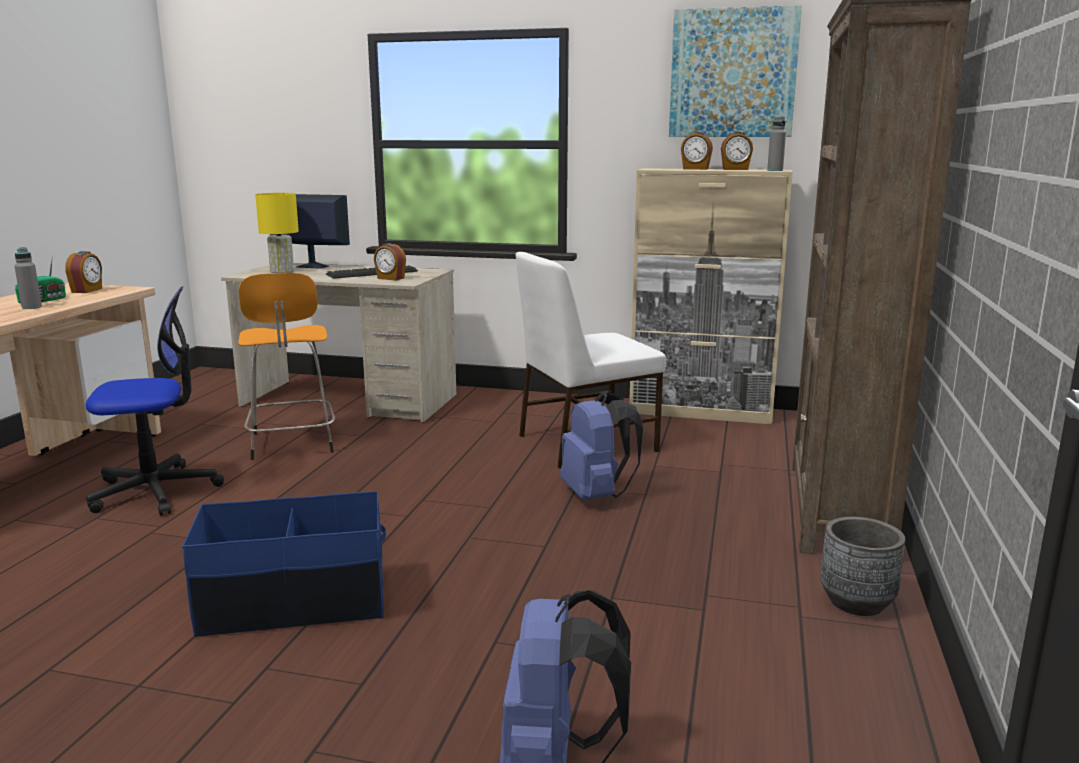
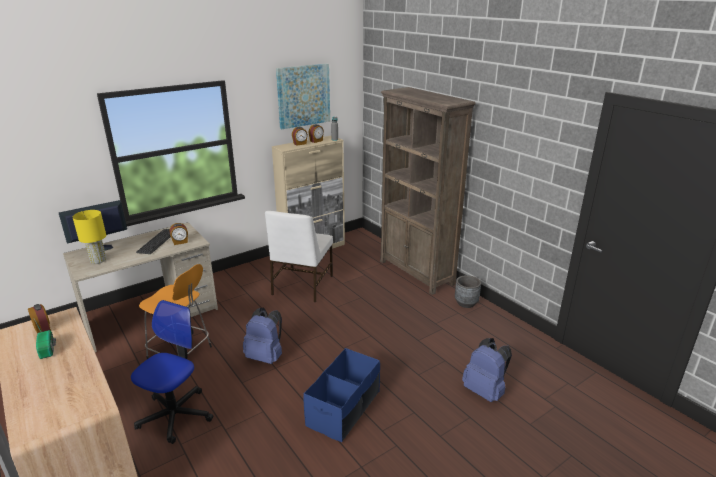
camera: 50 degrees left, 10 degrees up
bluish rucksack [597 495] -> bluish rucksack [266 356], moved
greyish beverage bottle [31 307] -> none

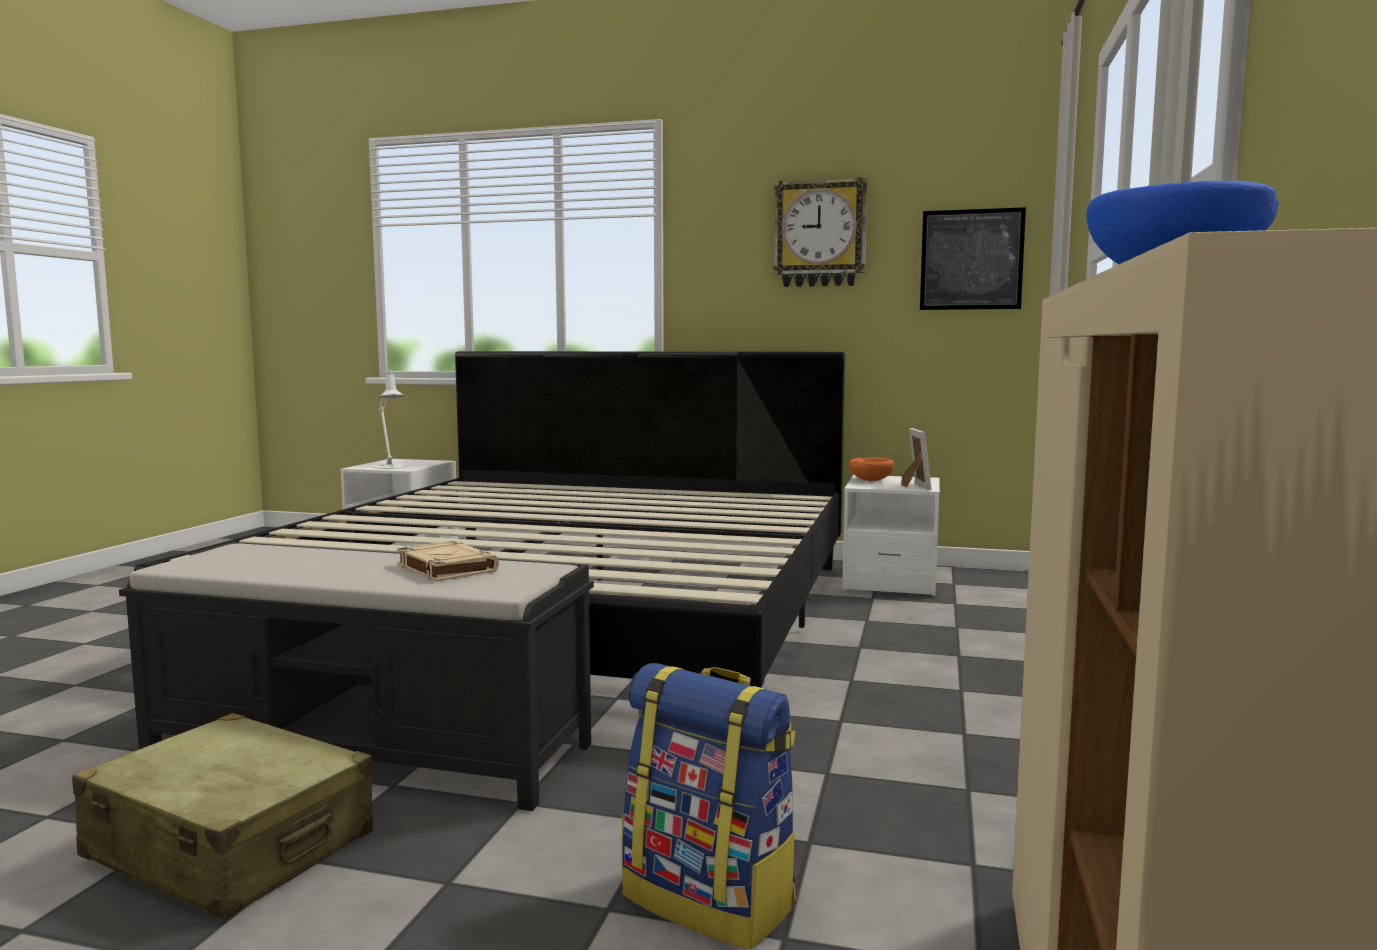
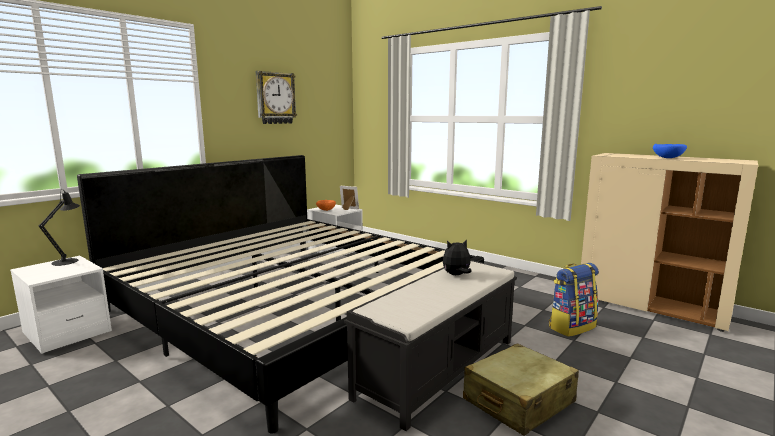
camera: 65 degrees left, 5 degrees up
none -> blackish lamp for a table [68 261]
beige book [445 568] -> cuddly toy [456 275]
whitish lamp for a table [391 467] -> none
wall picture [971 259] -> none

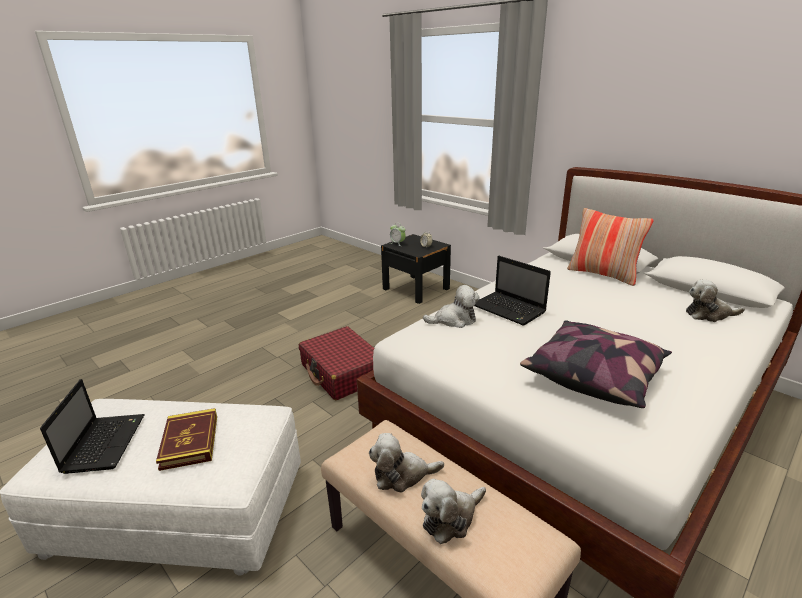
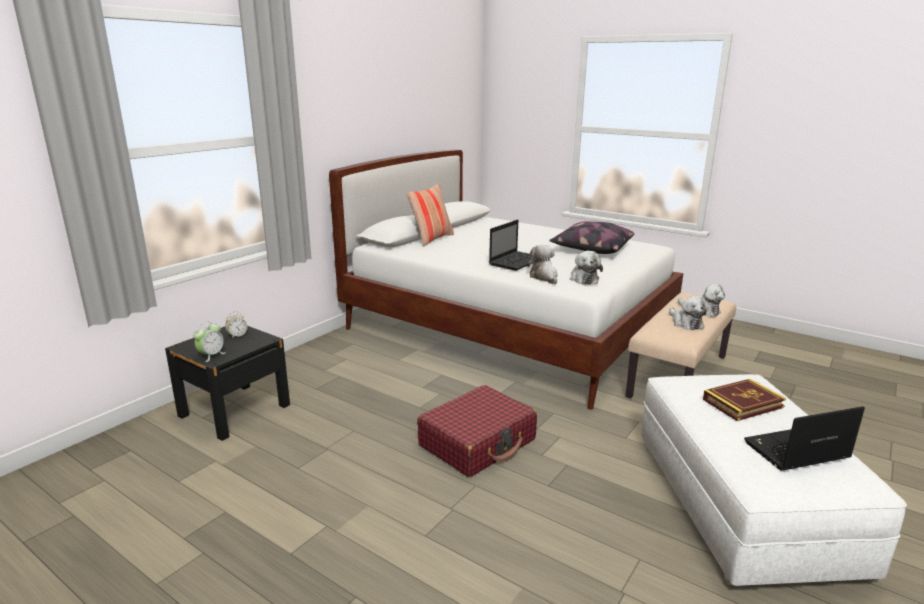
camera: 100 degrees left, 5 degrees down
cuddly toy [709 314] -> cuddly toy [583 279], moved

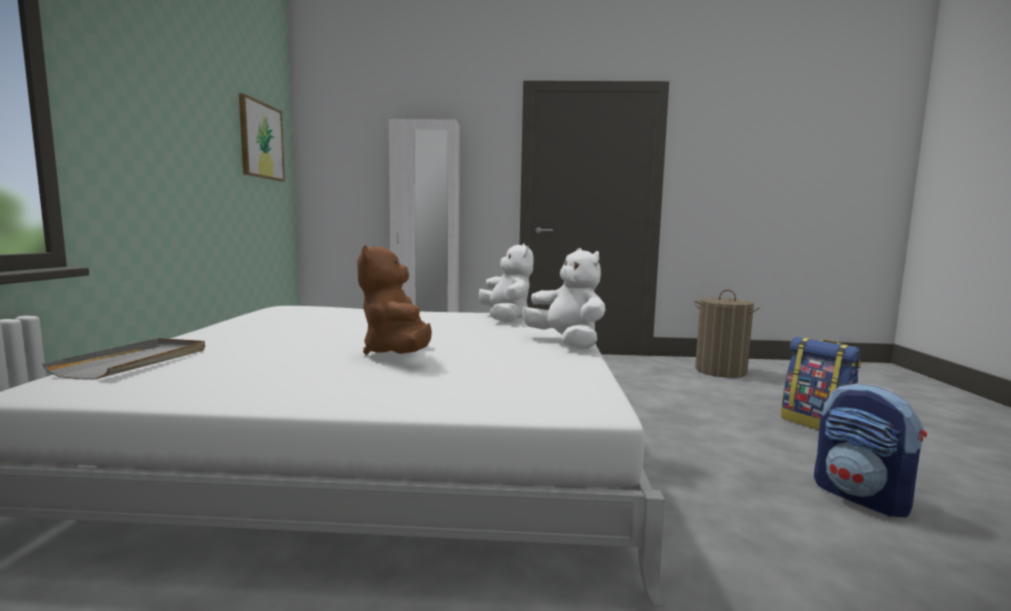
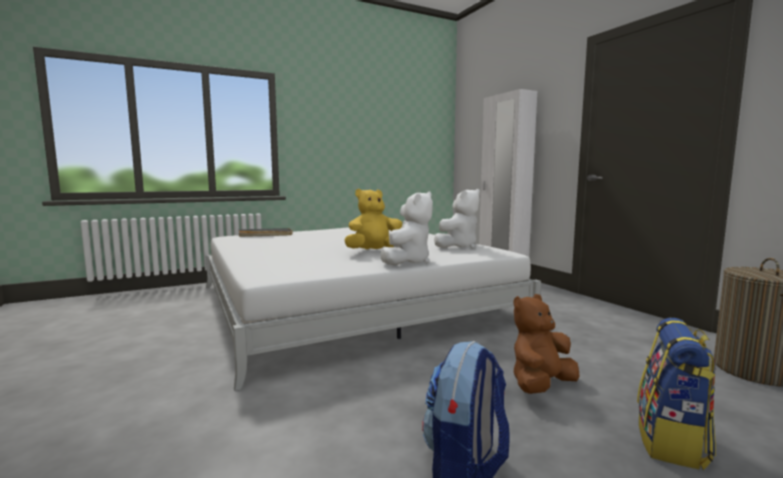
camera: 60 degrees right, 0 degrees up
none -> yellow cuddly toy [374 252]
brown-coloured cuddly toy [398 354] -> brown-coloured cuddly toy [540 385], moved
wall picture [261 140] -> none

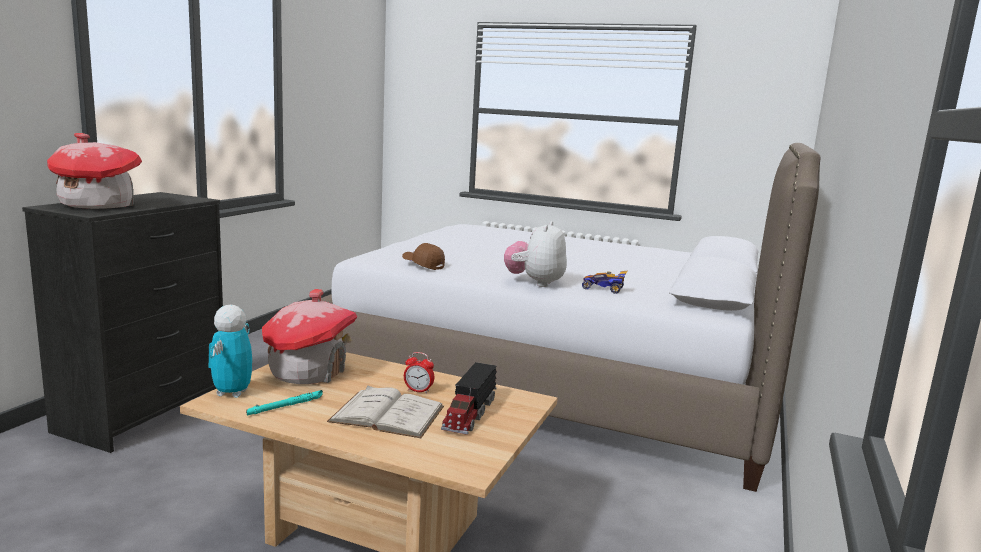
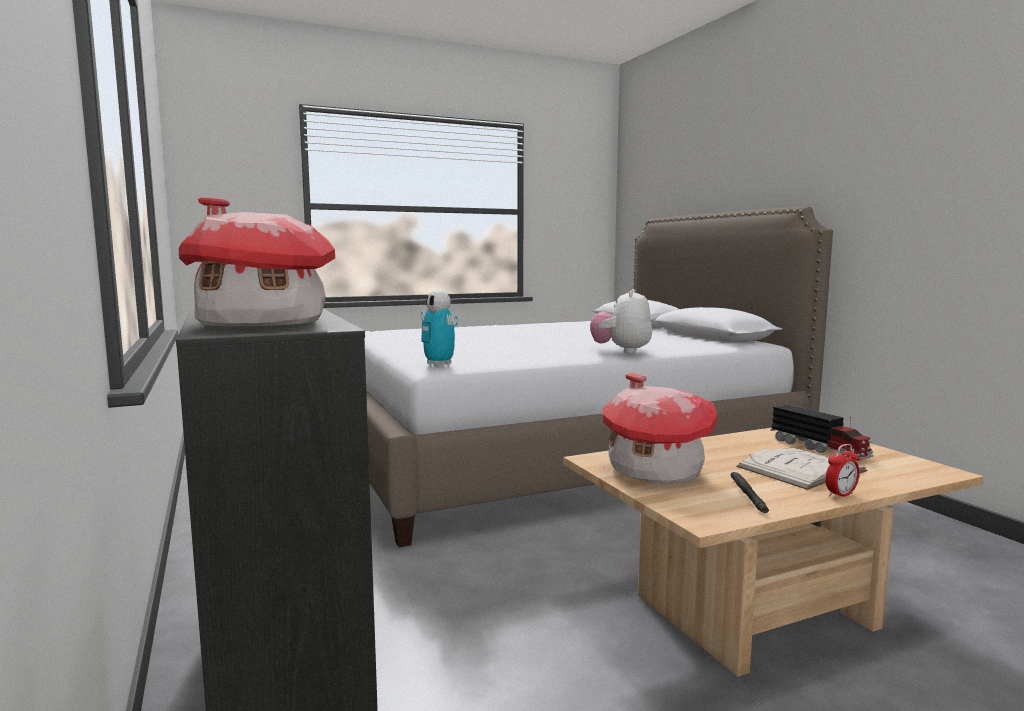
camera: 45 degrees left, 5 degrees down
robot figure [232 393] -> robot figure [439 364], moved
cuddly toy [535 283] -> cuddly toy [621 351], 45 degrees clockwise
turquoise-coloured flashlight [286 406] -> blackish flashlight [748 496]
alarm clock [418 391] -> alarm clock [841 495], moved
brown-coloured cap [423 265] -> none
miniature car [604 289] -> none

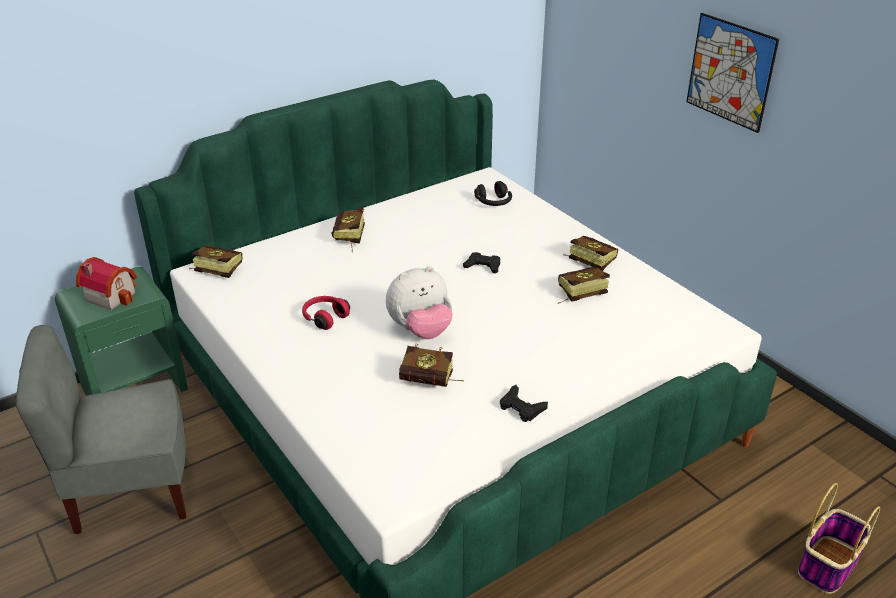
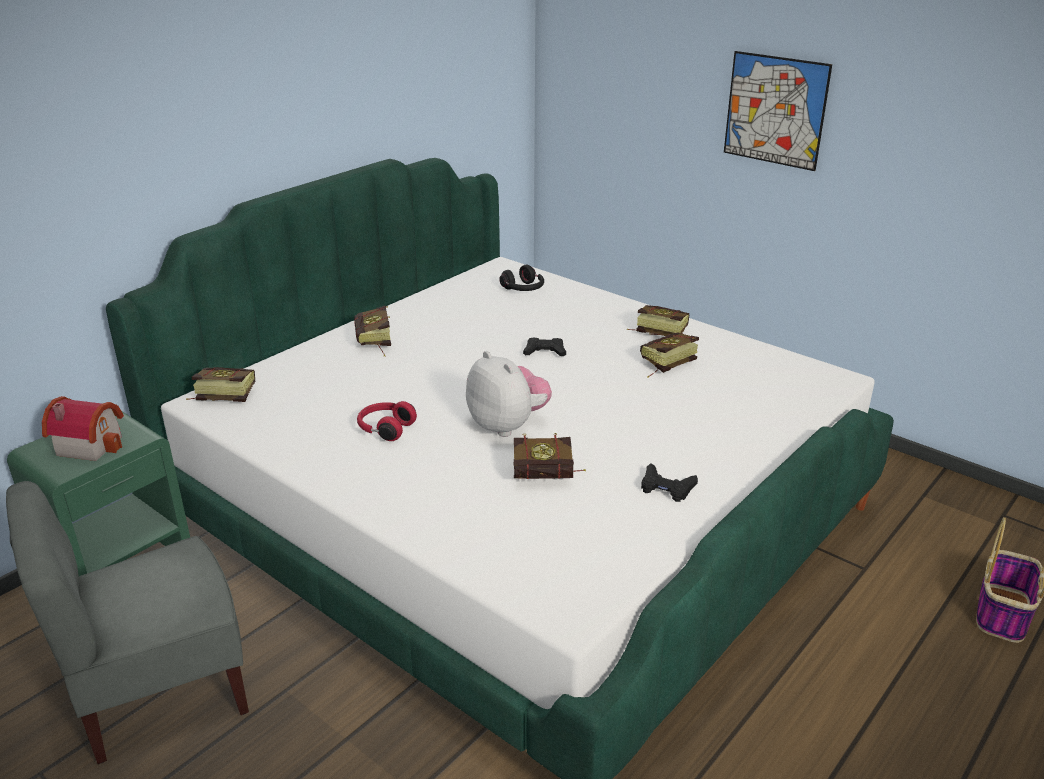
camera: 15 degrees left, 5 degrees down
cuddly toy [420 330] -> cuddly toy [508 425], 90 degrees counterclockwise

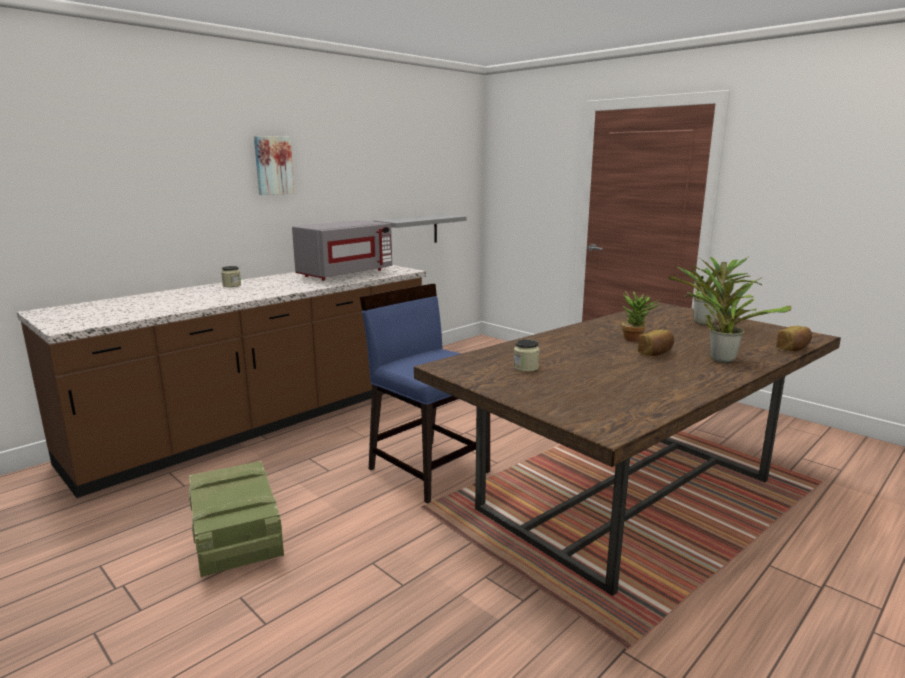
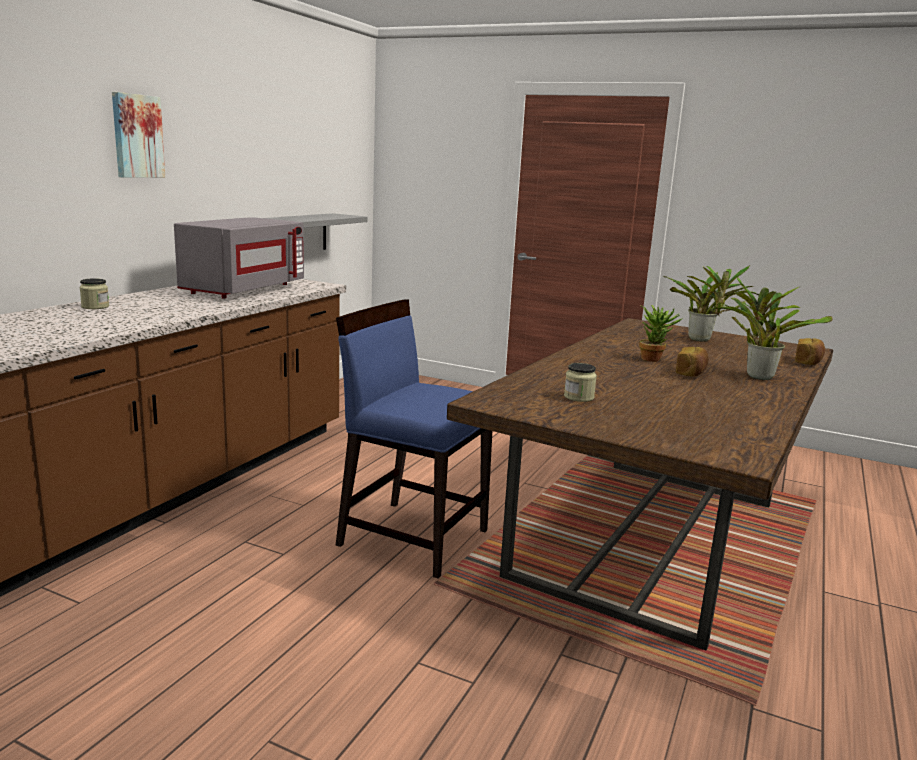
camera: 20 degrees left, 0 degrees up
shipping crate [236 535] -> none

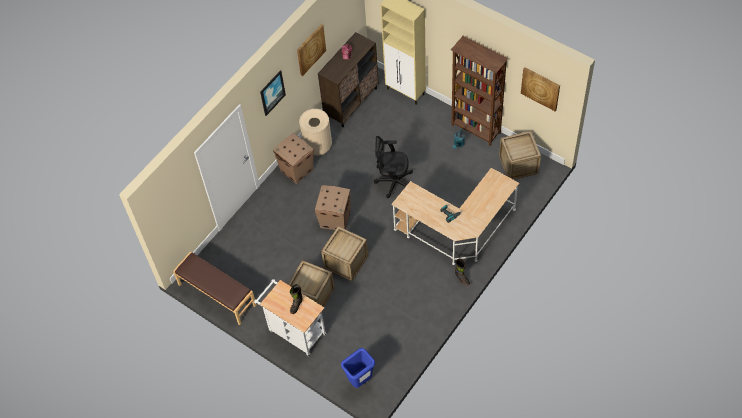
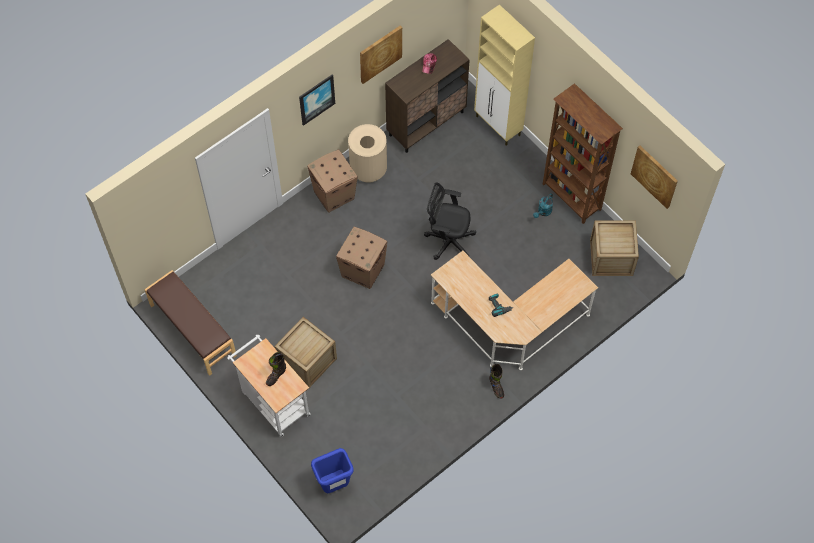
camera: 10 degrees right, 5 degrees up
shipping crate [346 261] -> none

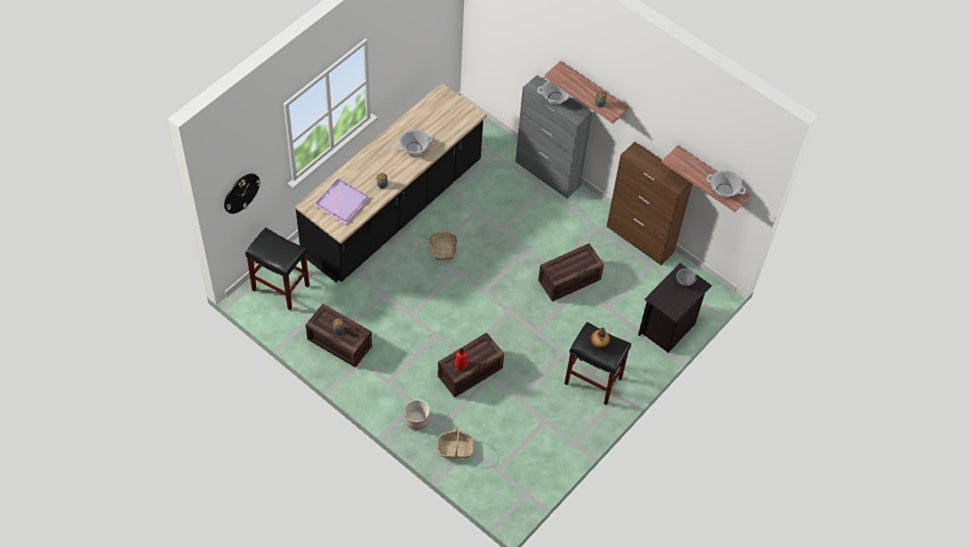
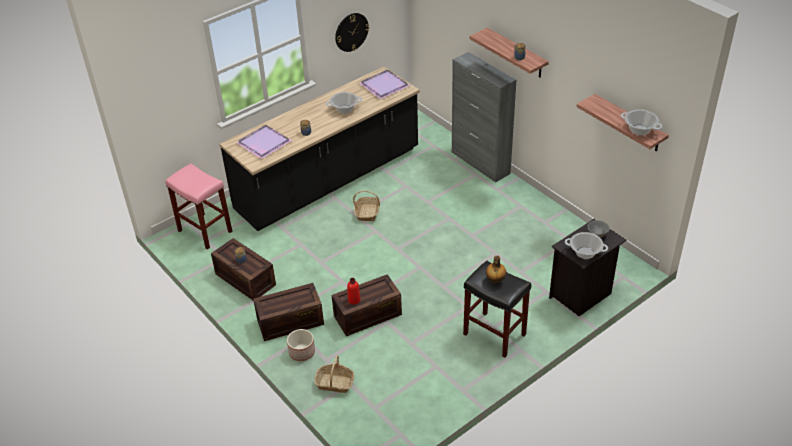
camera: 15 degrees right, 15 degrees down
blackish stool seat [280 287] -> pink stool seat [204 231]
shipping crate [569 281] -> shipping crate [289 323], moved
wall clock [241 193] -> wall clock [351 32], moved
none -> purple-coloured carrying tray [383 85]
cooking pot [555 98] -> cooking pot [585 253], moved
brown-coloured cupboard [640 239] -> none

